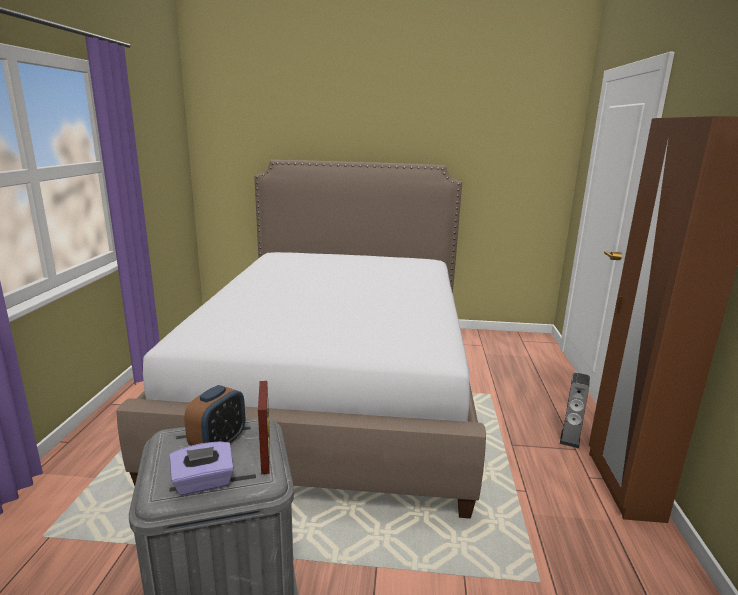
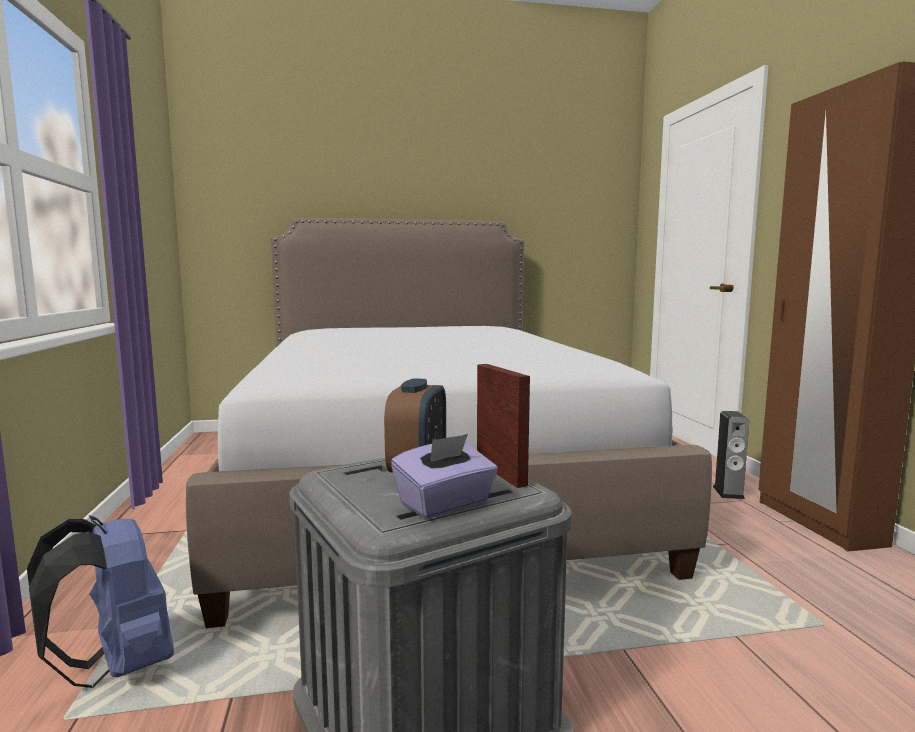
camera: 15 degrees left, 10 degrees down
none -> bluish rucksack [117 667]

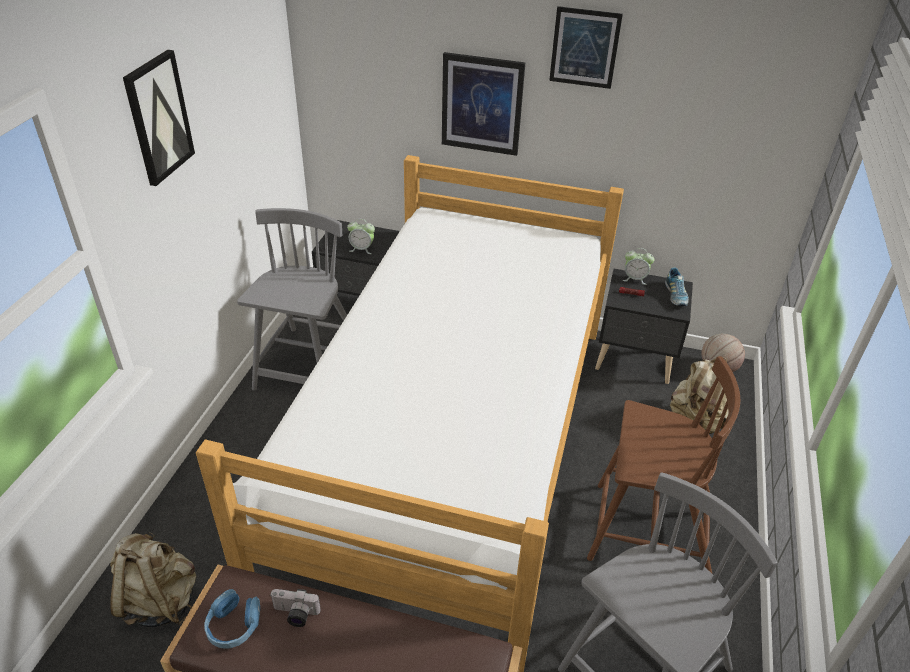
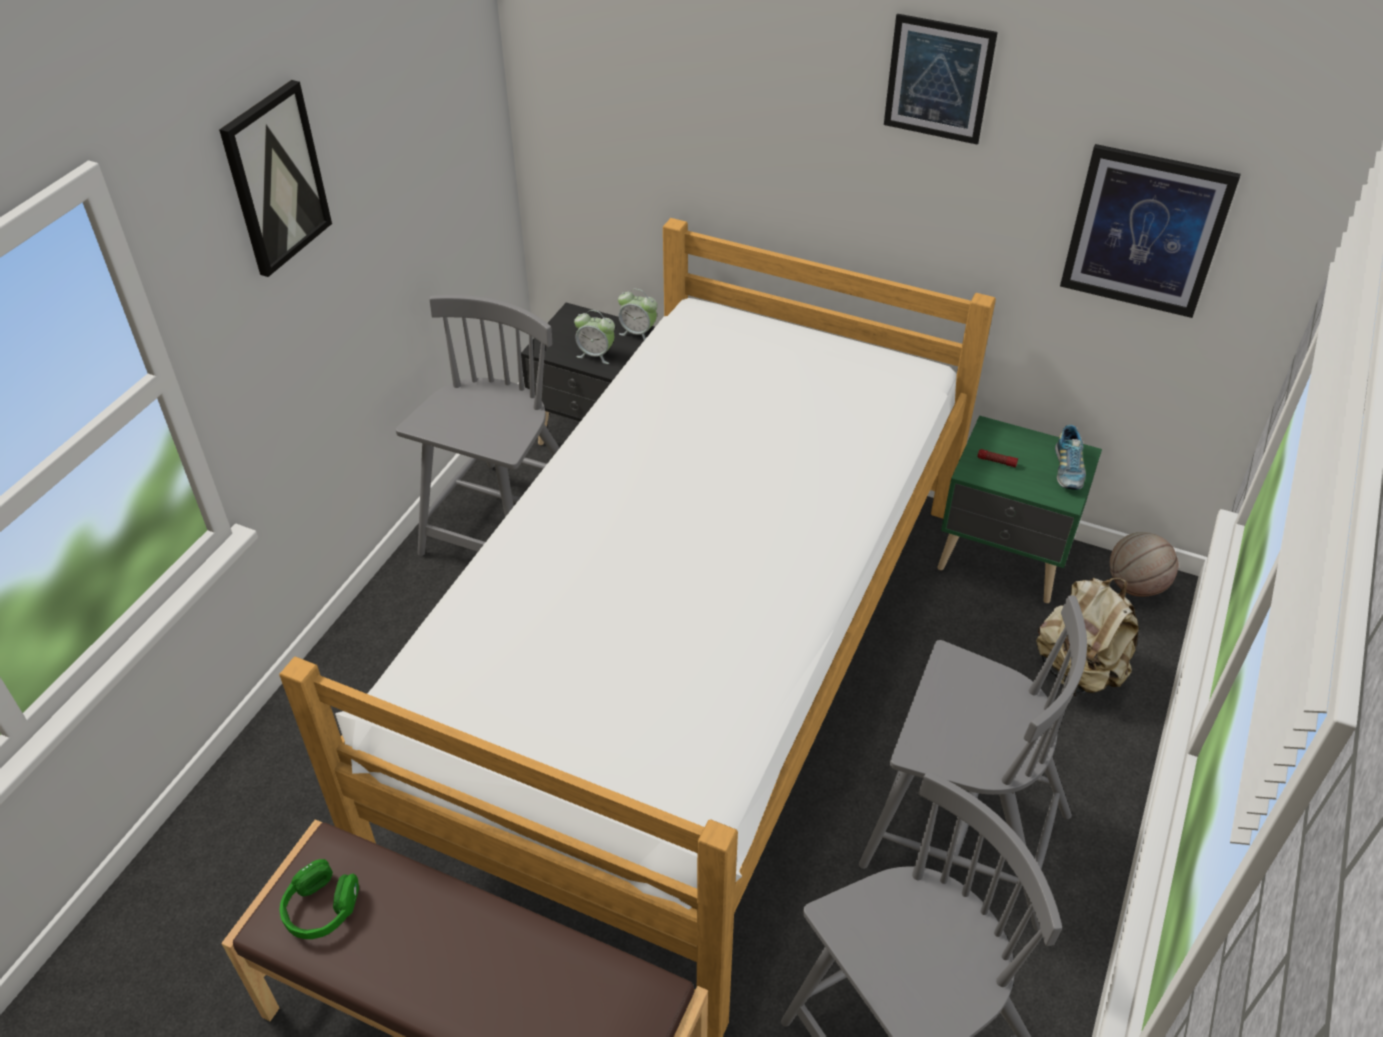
camera: 10 degrees right, 5 degrees up
bluish headphones [234 626] -> greenish headphones [321 909]
alarm clock [635 279] -> alarm clock [638 333], moved
brown-coloured upright chair [648 533] -> greyish upright chair [961 837]
blackish night table [635 361] -> greenish night table [1004 561]
wall picture [482 104] -> wall picture [1145 231], moved
beige rucksack [160 601] -> none
still camera [295 615] -> none

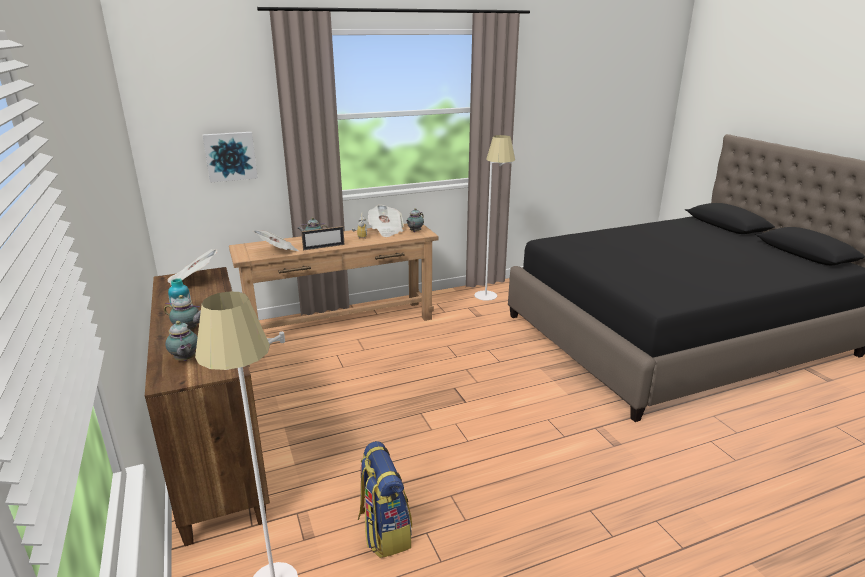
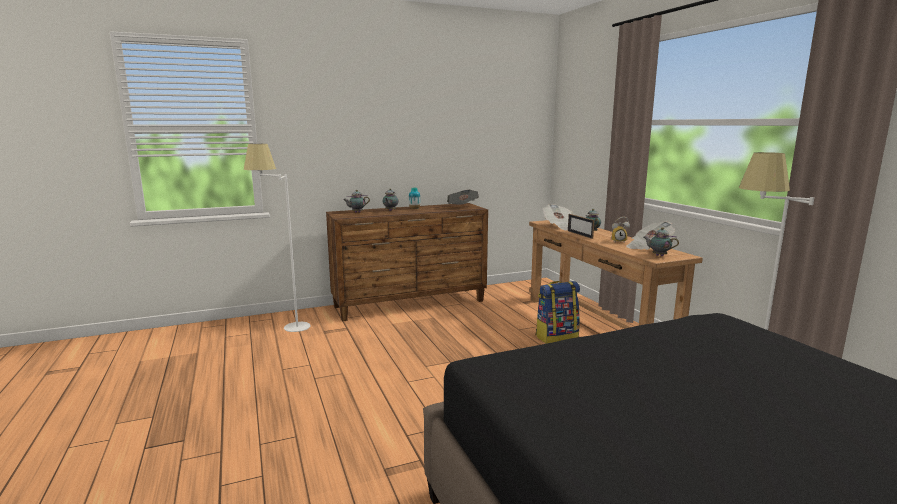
camera: 90 degrees right, 10 degrees down
rucksack [384 531] -> rucksack [556 337], moved
wall picture [230 156] -> none

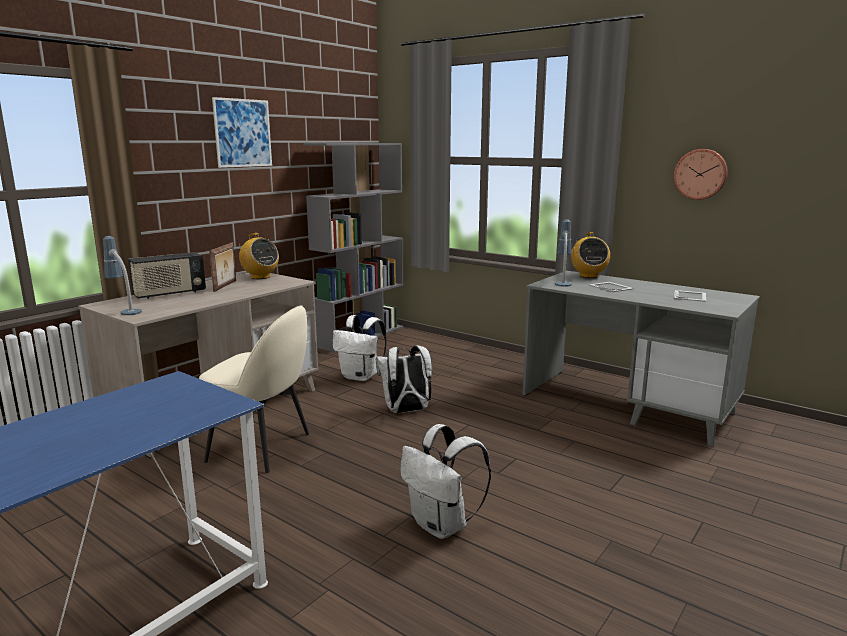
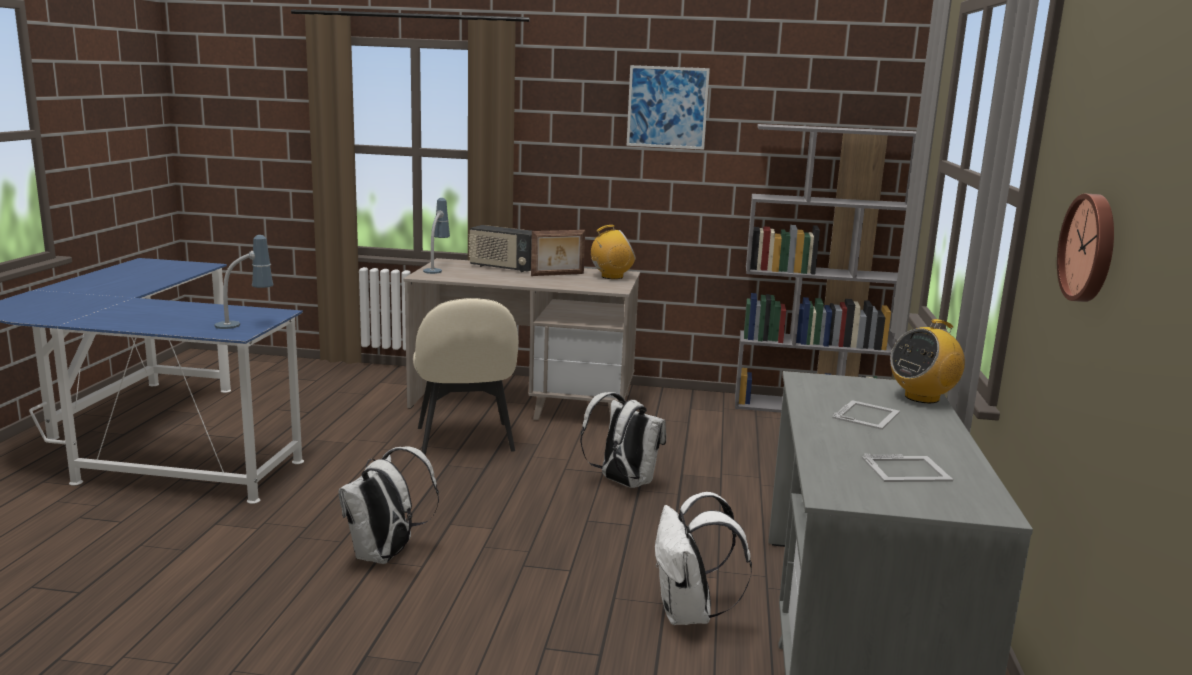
camera: 60 degrees right, 0 degrees up
lamp for a table [563 282] -> lamp for a table [245 325], moved
radio receiver [260 277] -> radio receiver [612 277], 120 degrees counterclockwise
whitish rucksack [361 377] -> whitish rucksack [689 614], moved

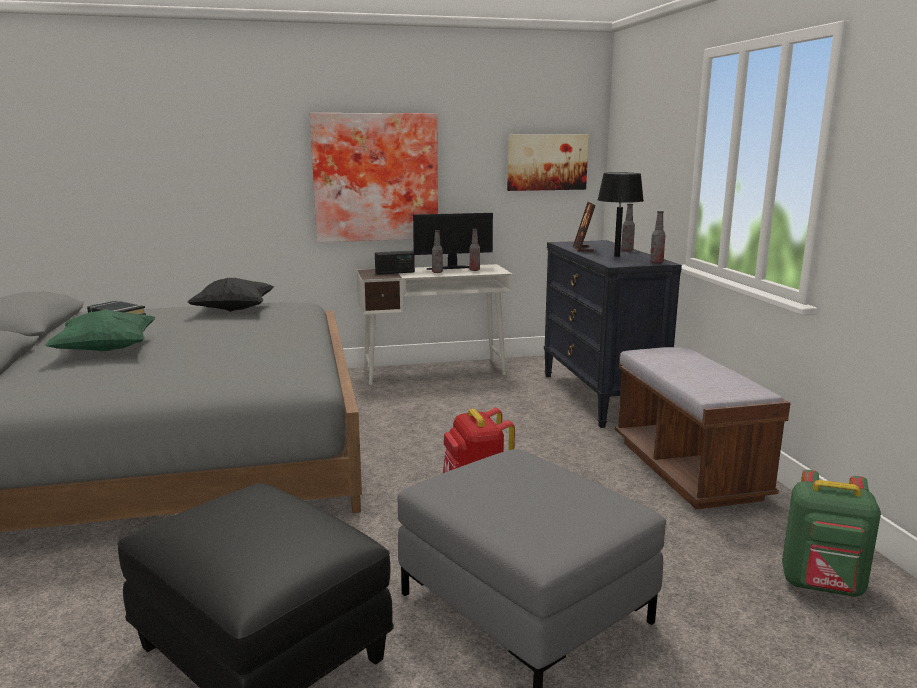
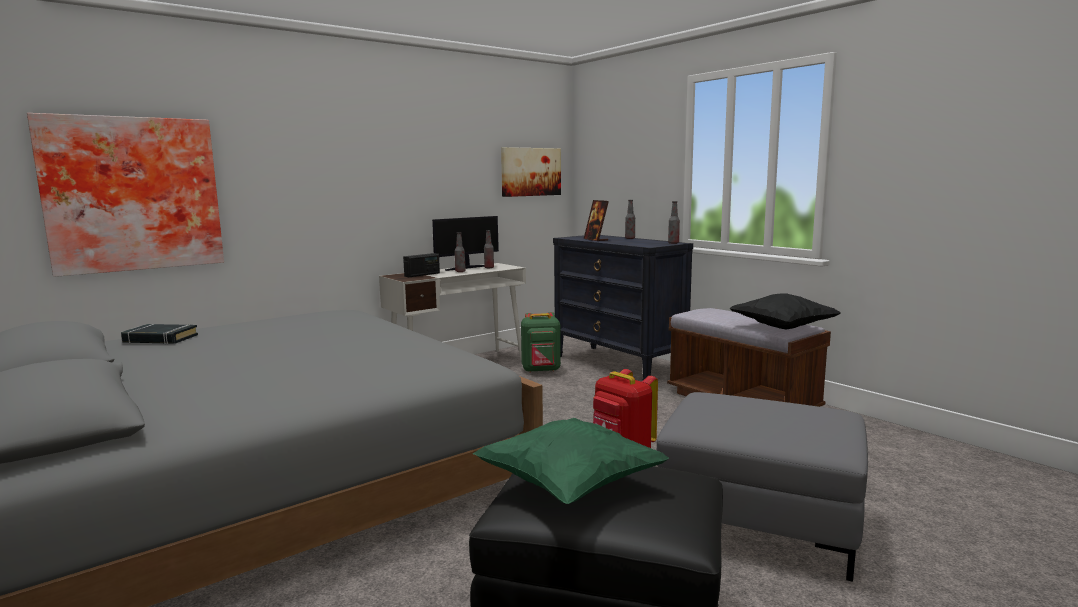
camera: 25 degrees left, 5 degrees down
wall picture [375 177] -> wall picture [133 194], moved
greenish throw pillow [106 350] -> greenish throw pillow [570 486], moved
greenish rucksack [822 586] -> greenish rucksack [541 370], moved
blackish throw pillow [234 310] -> blackish throw pillow [782 328], moved
blackish lamp for a table [616 256] -> none

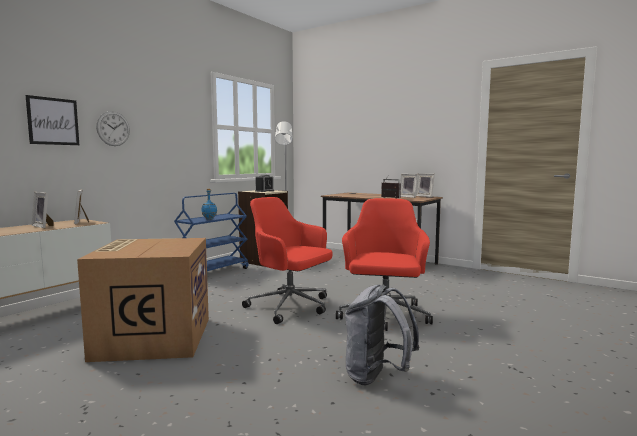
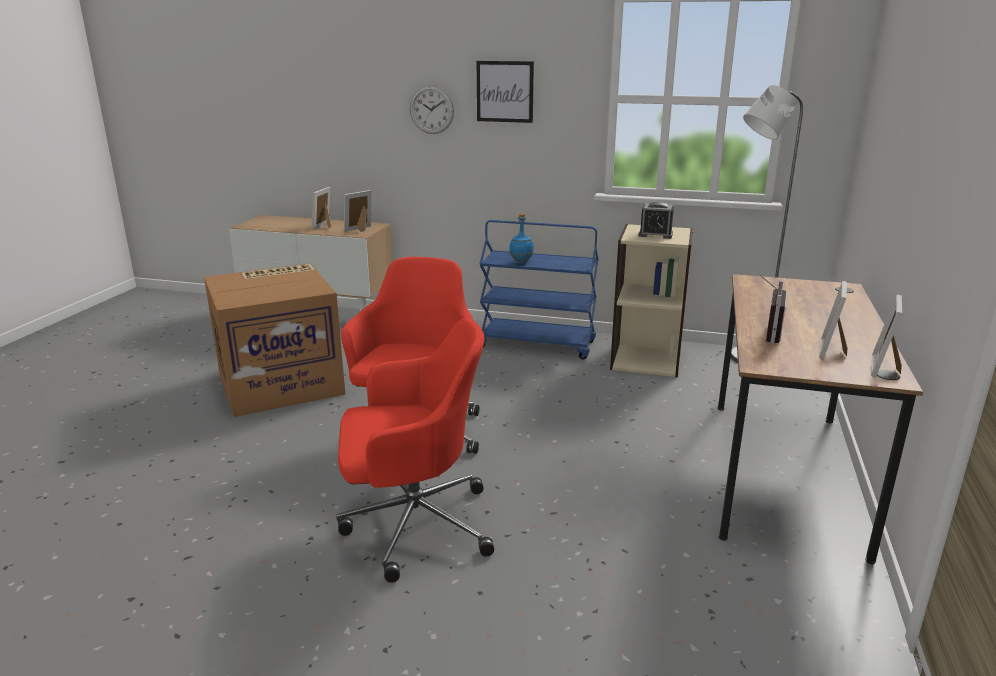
camera: 70 degrees right, 15 degrees up
wall picture [53 121] -> wall picture [505 91], moved
greyish rucksack [377 377] -> none

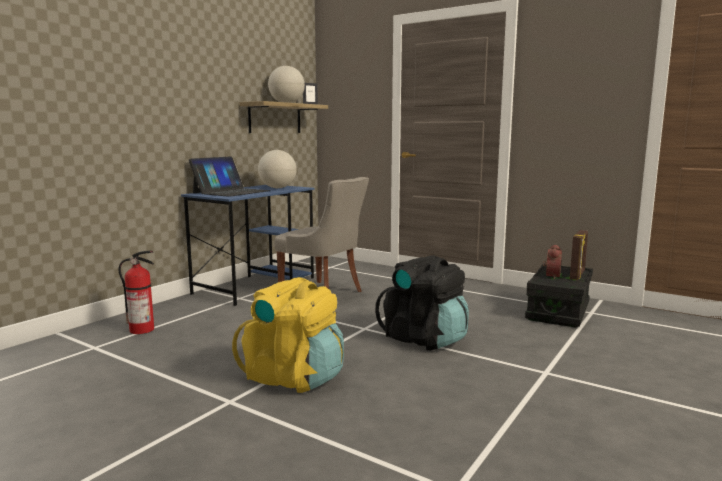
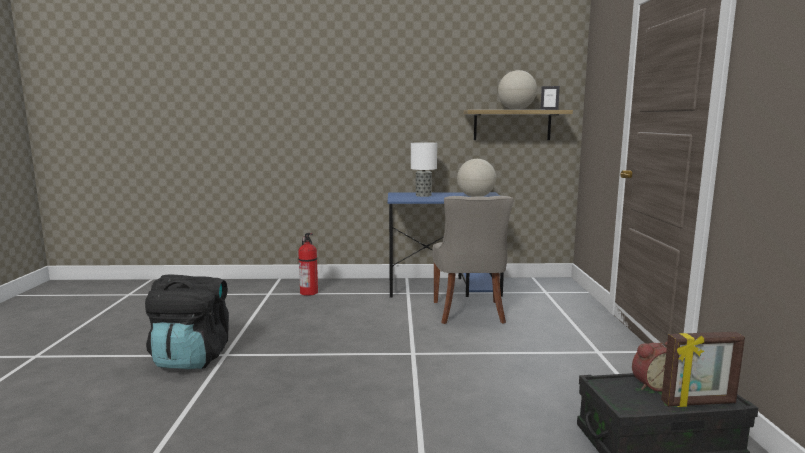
camera: 55 degrees right, 0 degrees up
blackish rucksack [424 339] -> blackish rucksack [192 358], moved
notebook computer [231 192] -> lamp for a table [423 195]
yellow rucksack [294 377] -> none

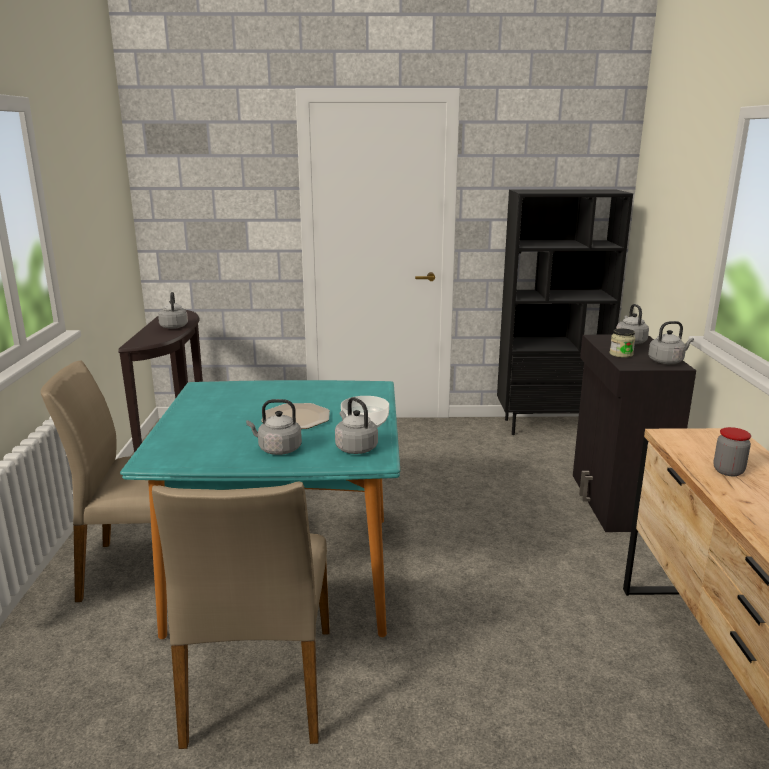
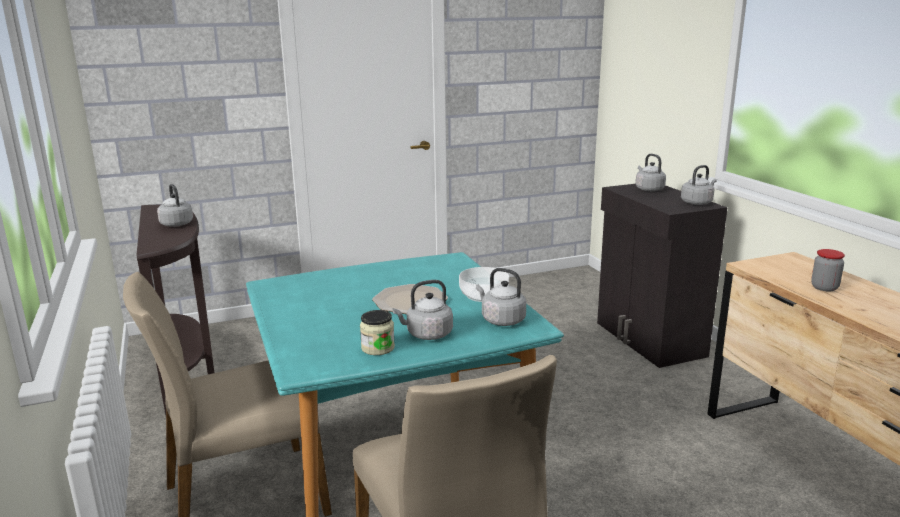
camera: 20 degrees left, 0 degrees up
jar [621 354] -> jar [378 348], moved
blackish bookcase [549 426] -> none

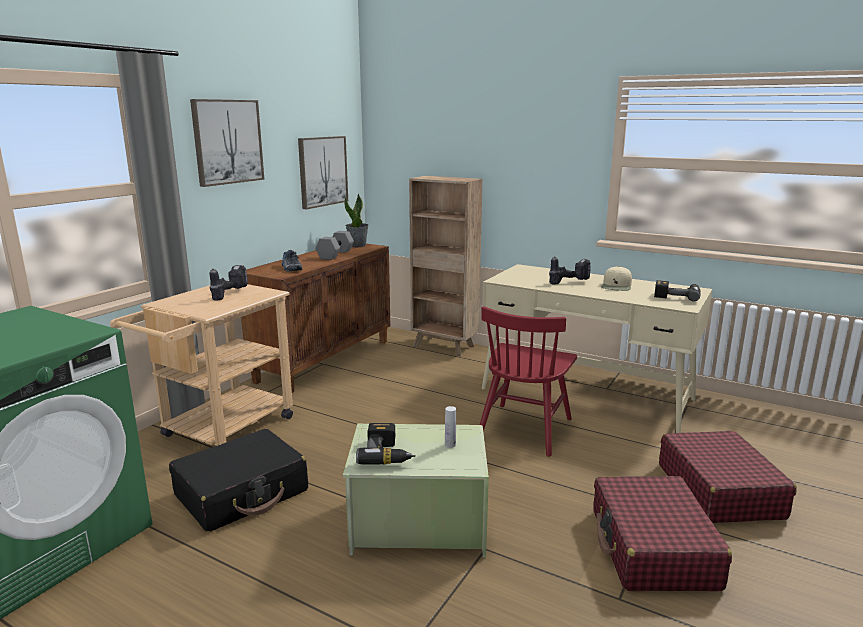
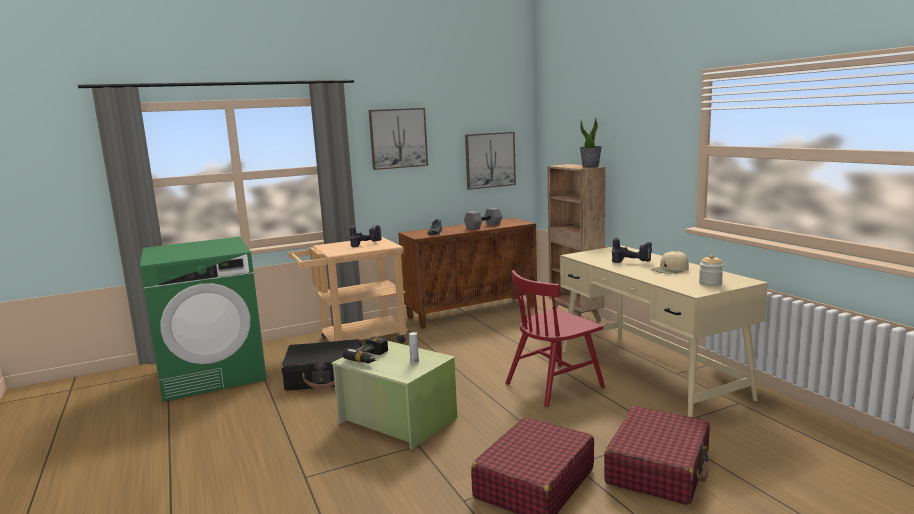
camera: 35 degrees right, 5 degrees down
plant in a pot [358 245] -> plant in a pot [590 167], moved
drill [677 296] -> jar [710 283]

